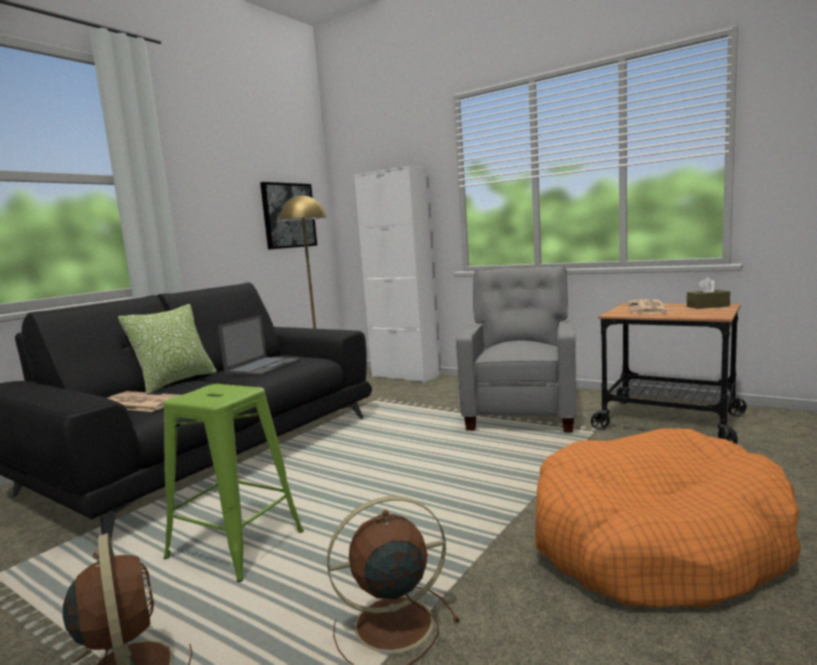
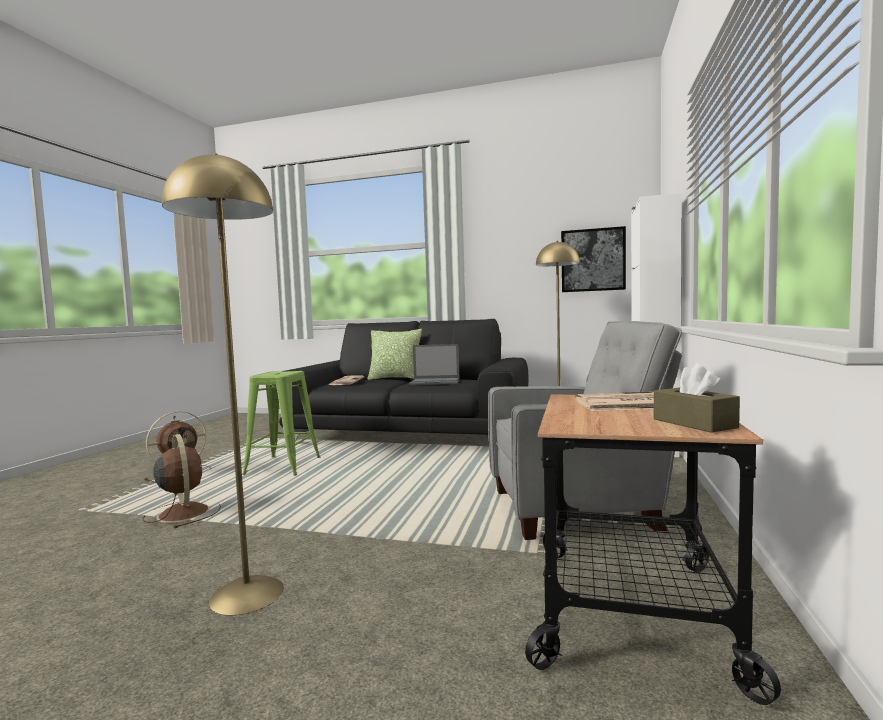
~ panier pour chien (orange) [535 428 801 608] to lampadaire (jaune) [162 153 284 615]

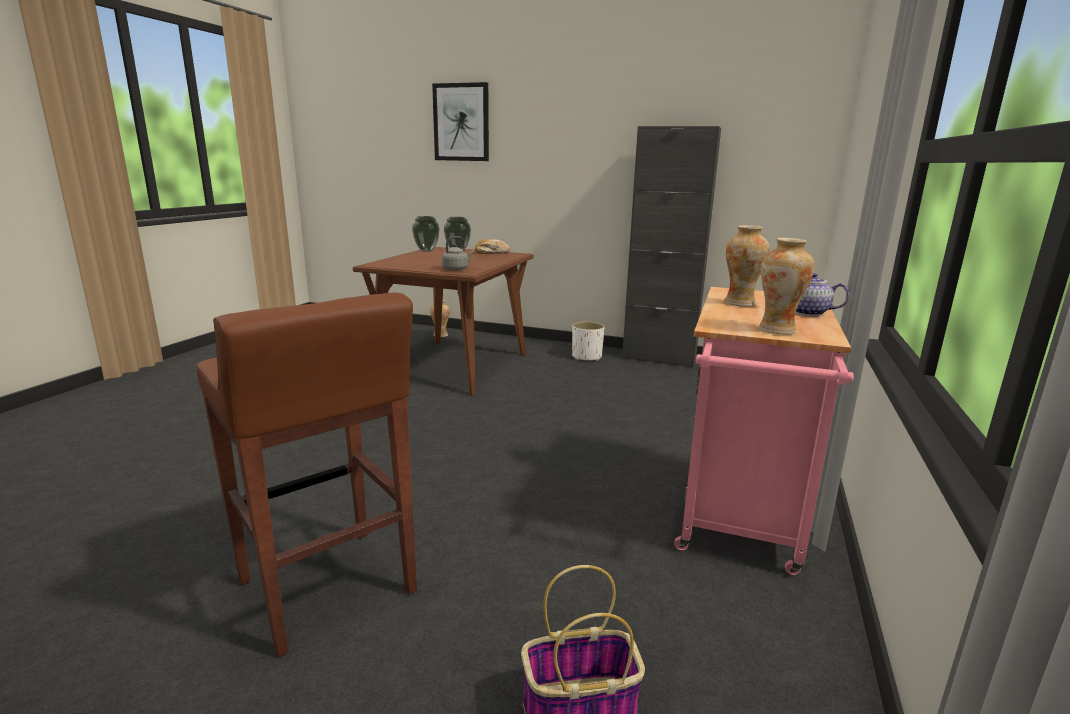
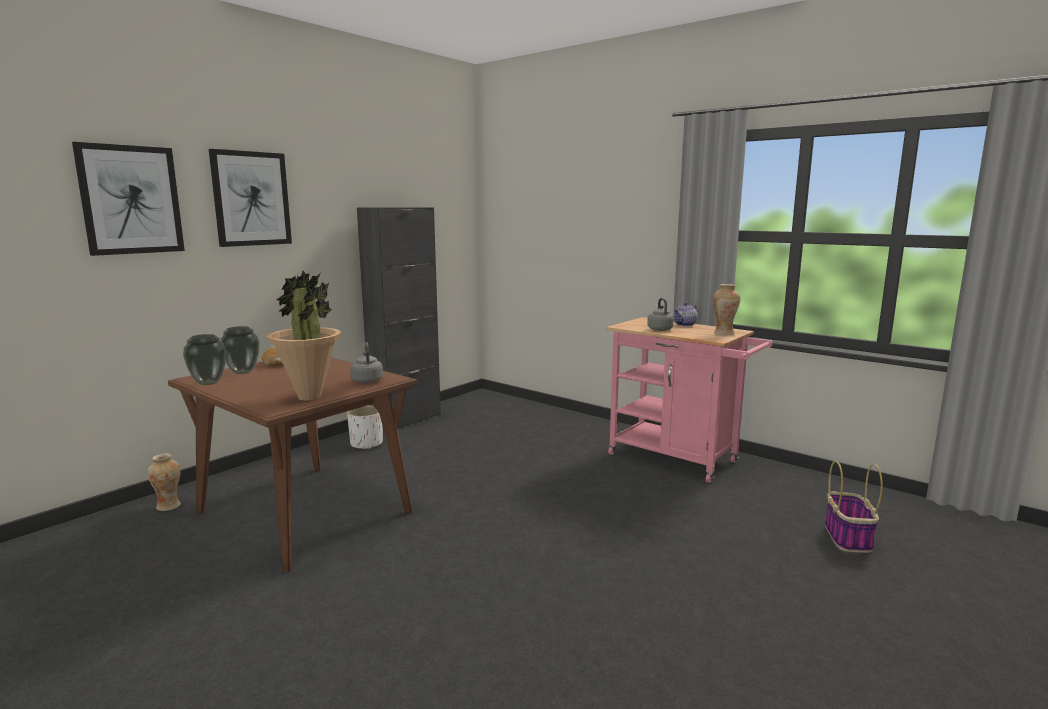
~ vase [724 225 769 307] to bouilloire (gris) [647 298 674 331]
- tabouret (marron) [196 293 417 657]
+ tableau [209 149 292 247]
+ plante en pot [267 271 341 400]

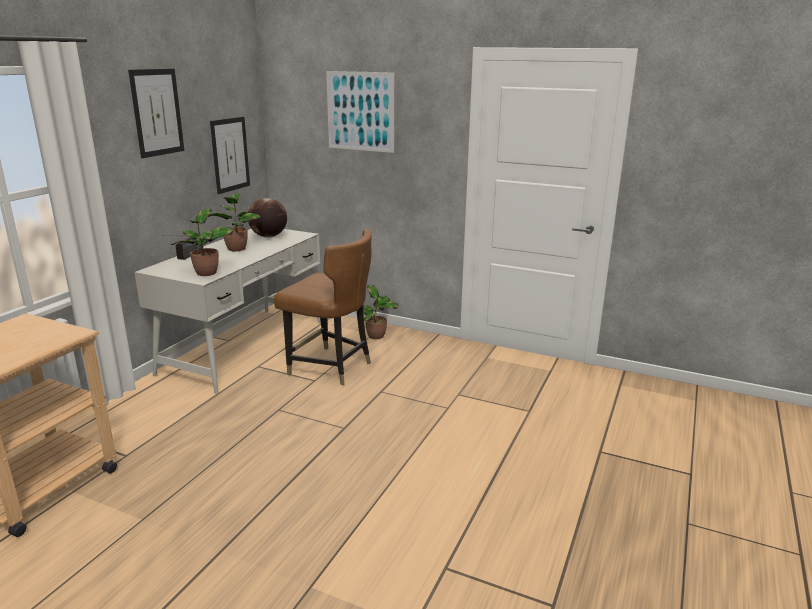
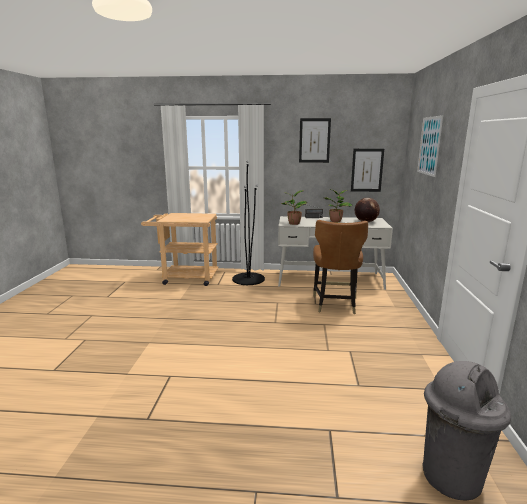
- plante en pot [363 285 399 339]
+ lampadaire (noir) [232 160 265 285]
+ poubelle (gris) [422 361 511 500]

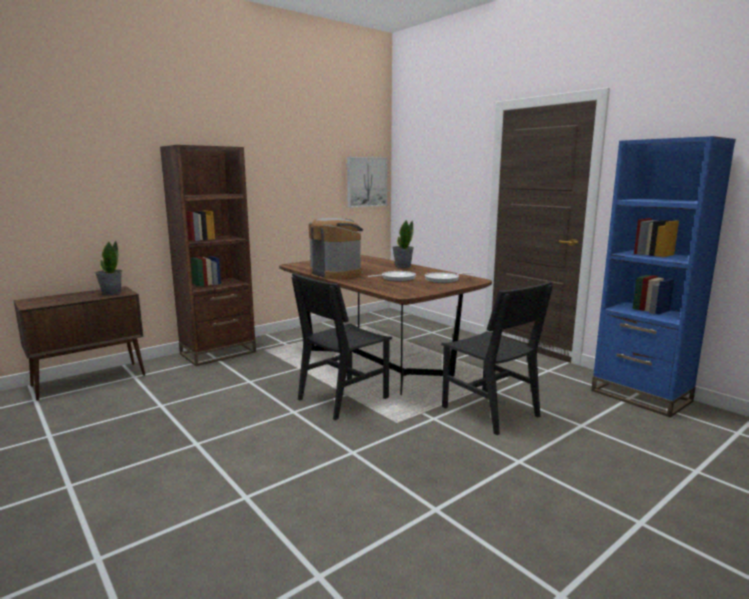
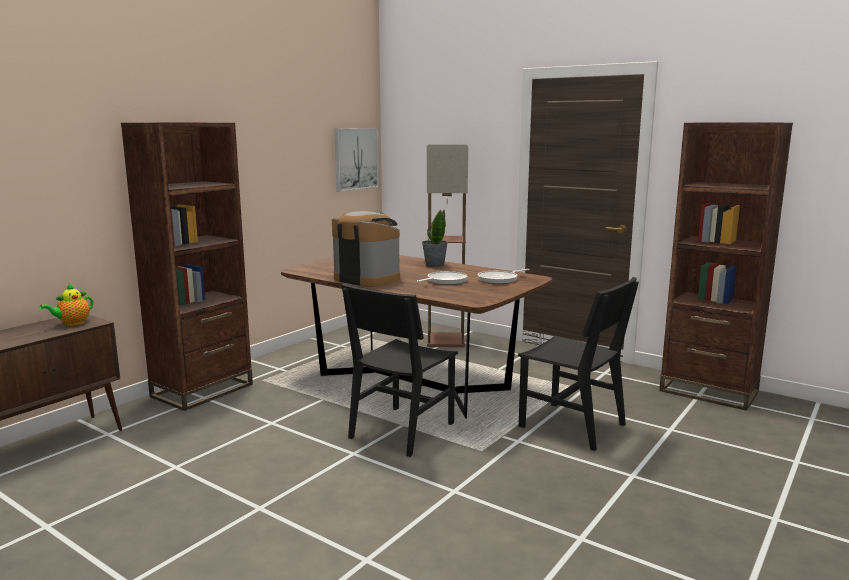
~ bibliothèque (bleu) [591 136 736 418] to bibliothèque (marron) [659 123 793 411]
~ plante en pot [95 241 122 295] to théière [39 284 93 326]
+ lampadaire [427 145 468 347]

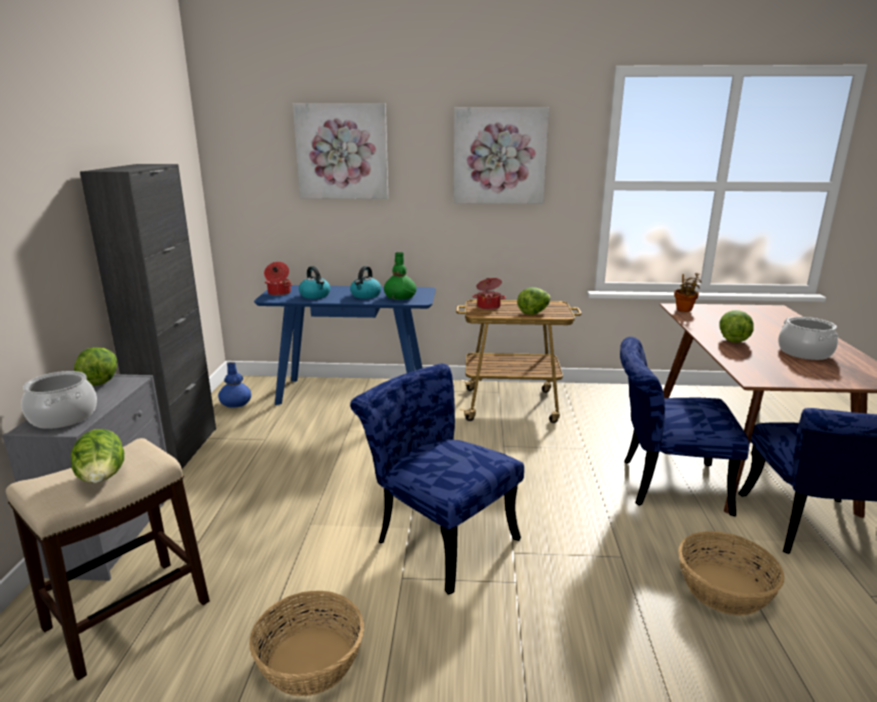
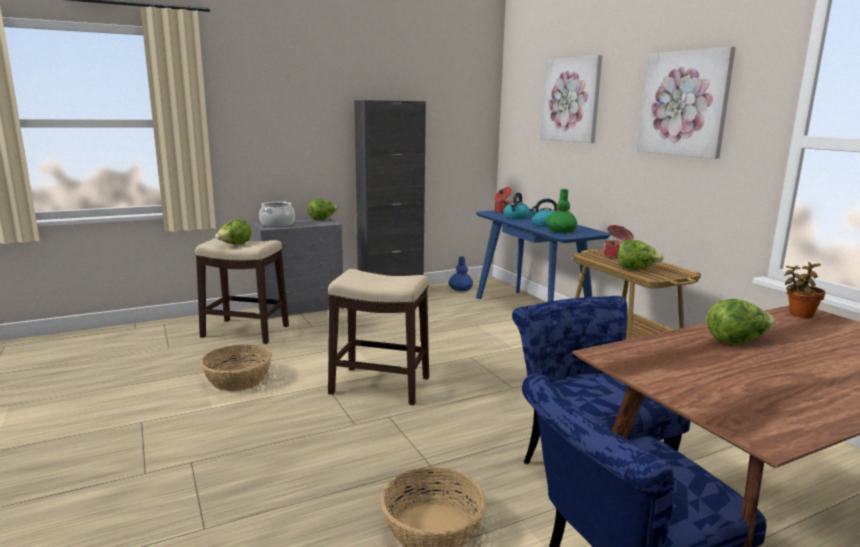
- marmite [778 317 838 360]
~ chaise (bleu) [350 364 524 595] to tabouret [328 269 429 405]

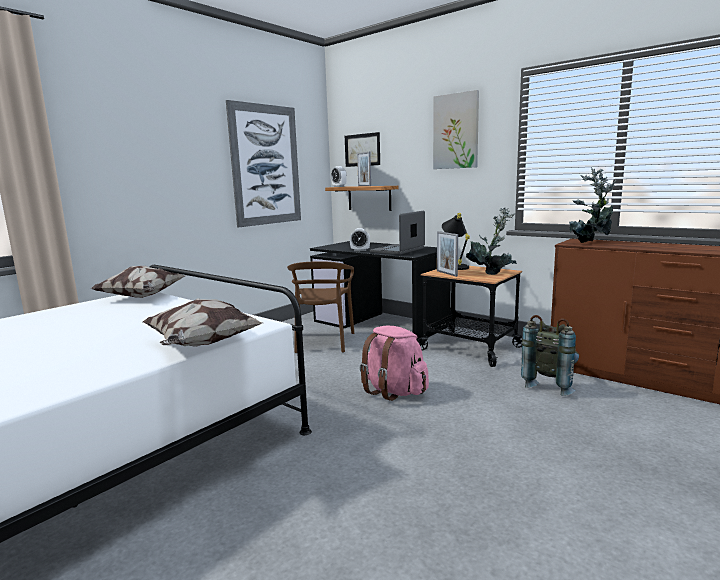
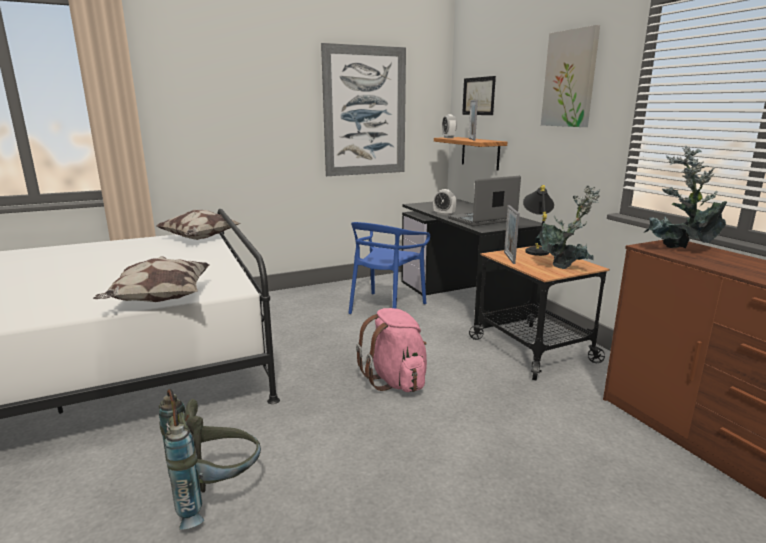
~ chaise (marron) [287 261 354 353] to chaise (bleu) [348 222 430 314]
~ sac à dos (gris) [521 315 579 396] to [159 389 261 530]

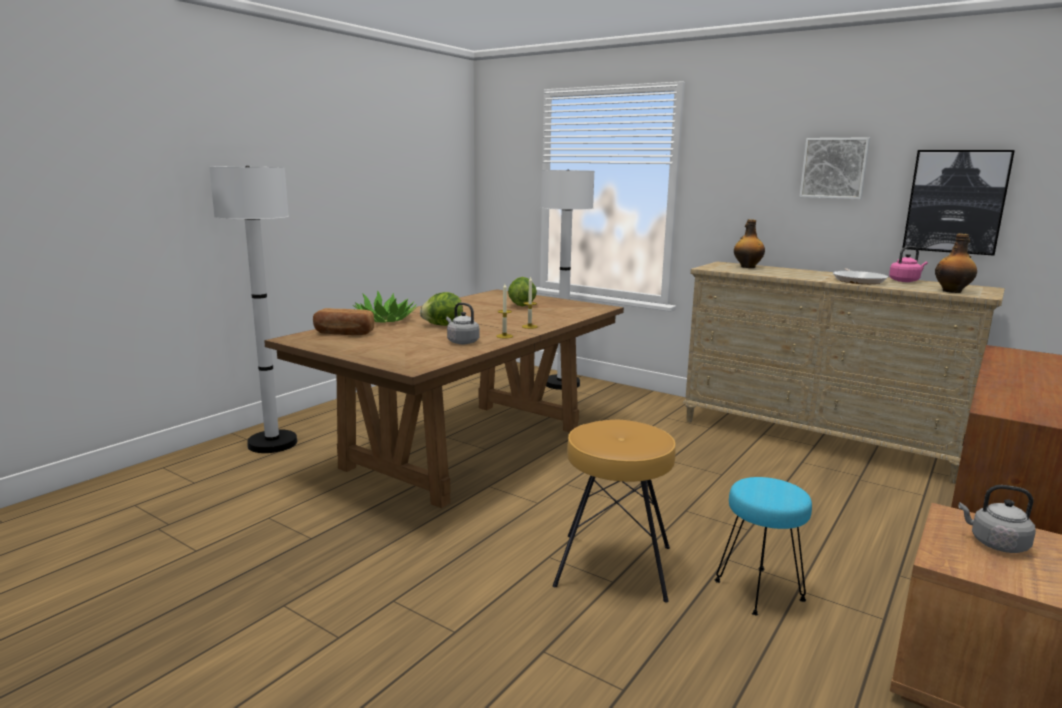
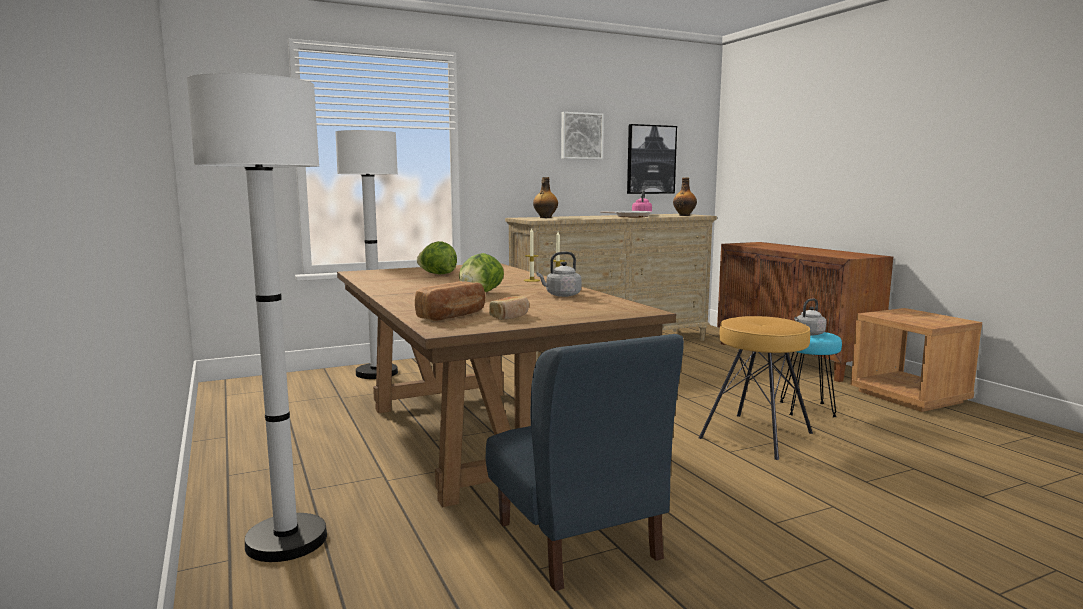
- plante en pot [353 290 417 323]
~ bouilloire (gris) [958 485 1036 553] to [794 298 827 335]
+ pain [489 296 529 320]
+ chaise (bleu) [486 334 684 591]

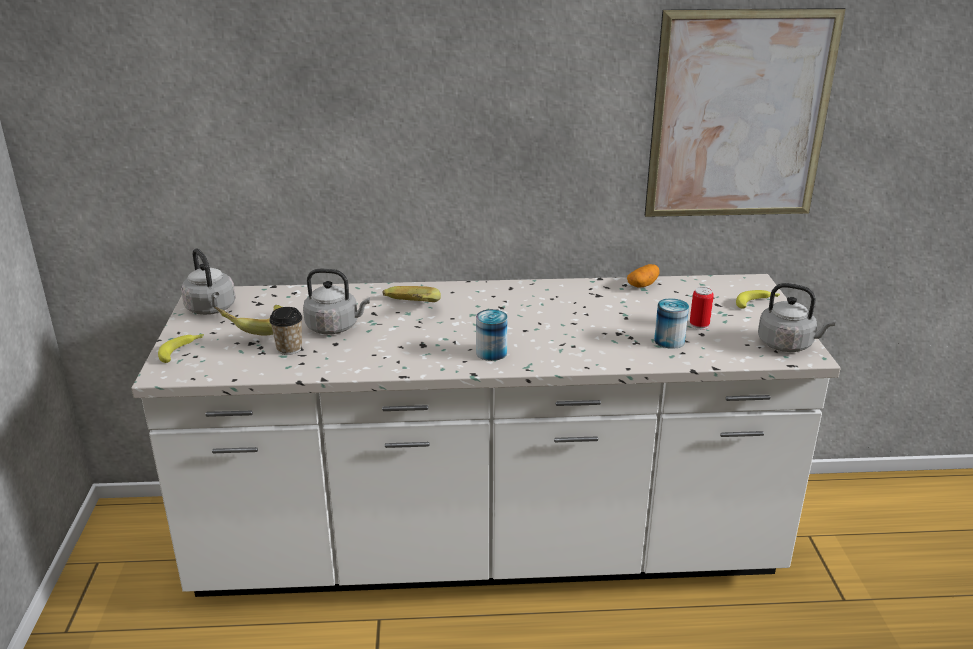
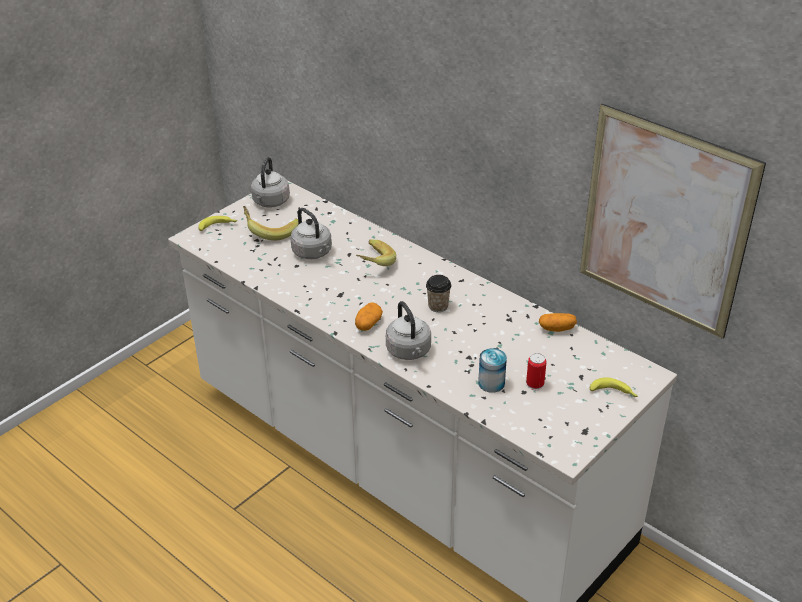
~ bouilloire (gris) [758 283 836 352] to [386 301 431 360]
~ tasse [269 307 303 355] to [426 275 452 312]
~ boîte métallique [476 309 508 361] to pomme de terre [355 302 383 331]

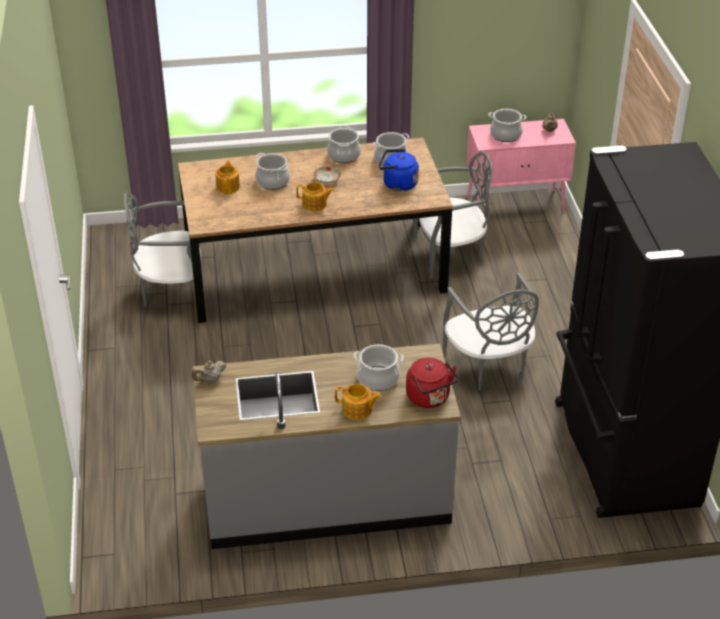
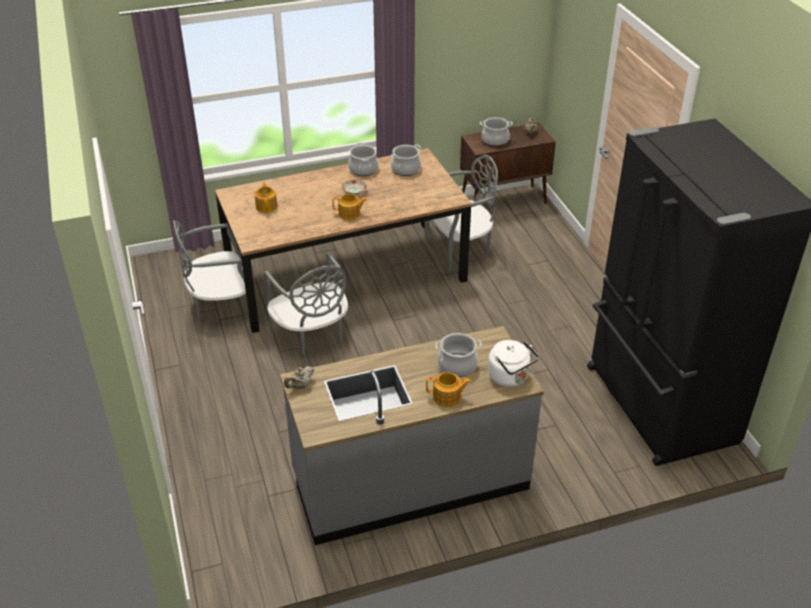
~ meuble de rangement (rose) [467 119 576 213] to meuble de rangement (marron) [460 123 556 204]
- bouilloire (bleu) [379 149 419 191]
- marmite [255 153 290 190]
~ chaise (gris) [443 273 539 390] to [264 252 348 360]
~ bouilloire (rouge) [406 358 458 408] to bouilloire (blanc) [488 340 539 387]

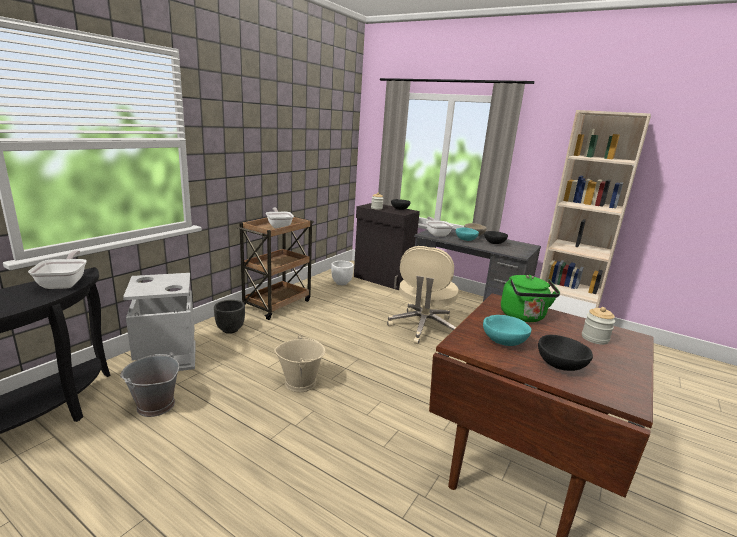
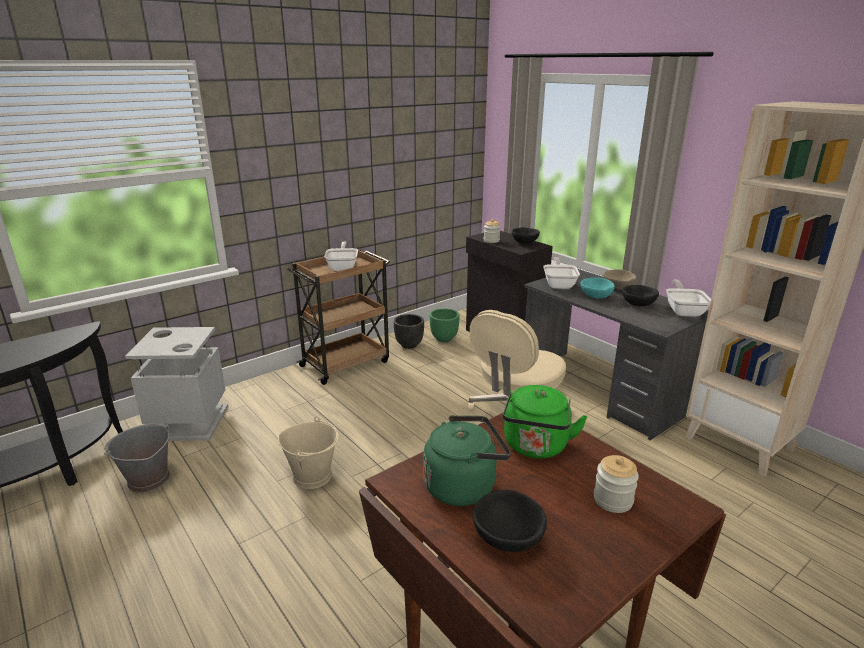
~ poêle [28 250 87 289] to [666 280 711 317]
~ cache-pot (blanc) [331 261 354 285] to cache-pot (vert) [430 308 459 342]
~ cache-pot (noir) [214 300 245 334] to [394 314 424 349]
~ bol (turquoise) [483 315 531 346] to bouilloire (vert) [423 415 511 506]

